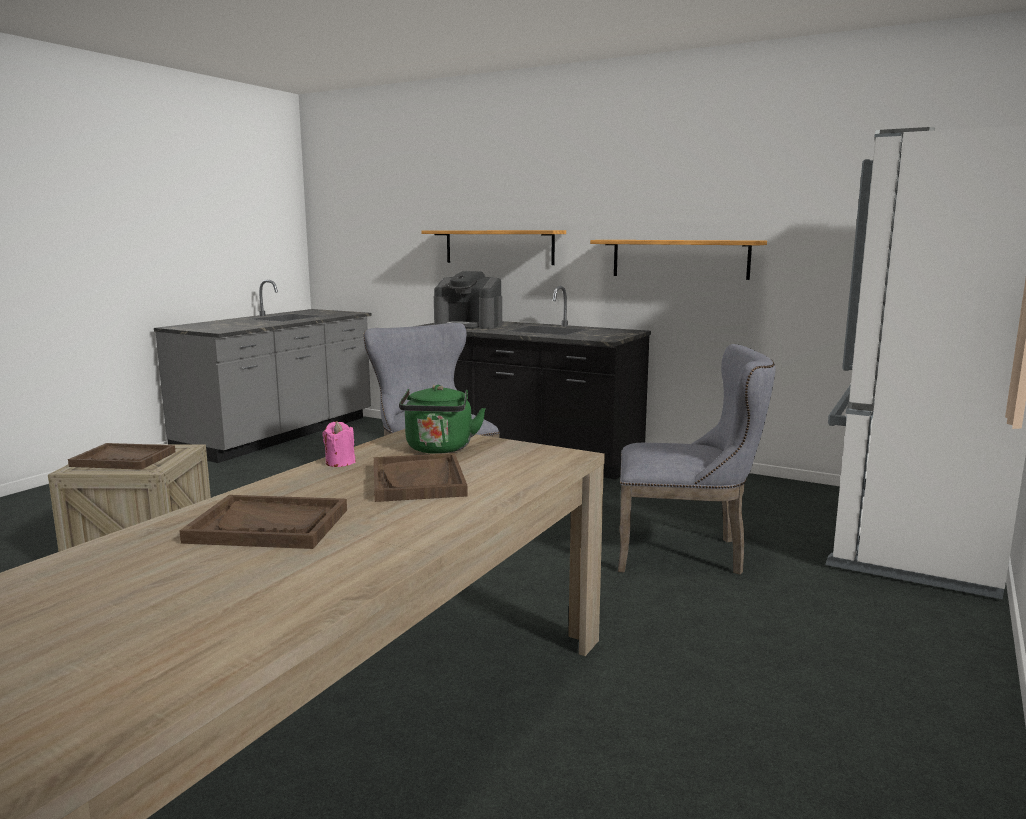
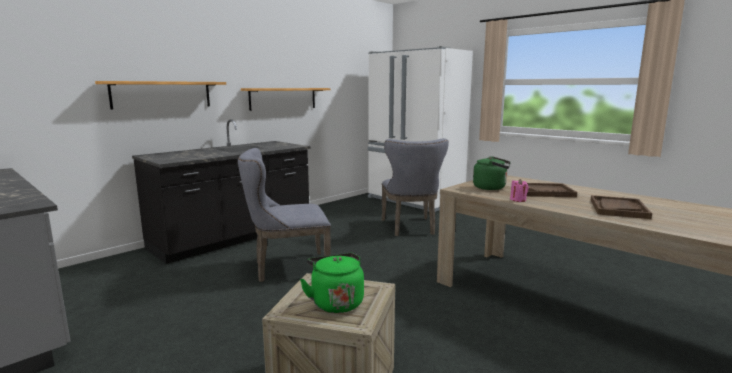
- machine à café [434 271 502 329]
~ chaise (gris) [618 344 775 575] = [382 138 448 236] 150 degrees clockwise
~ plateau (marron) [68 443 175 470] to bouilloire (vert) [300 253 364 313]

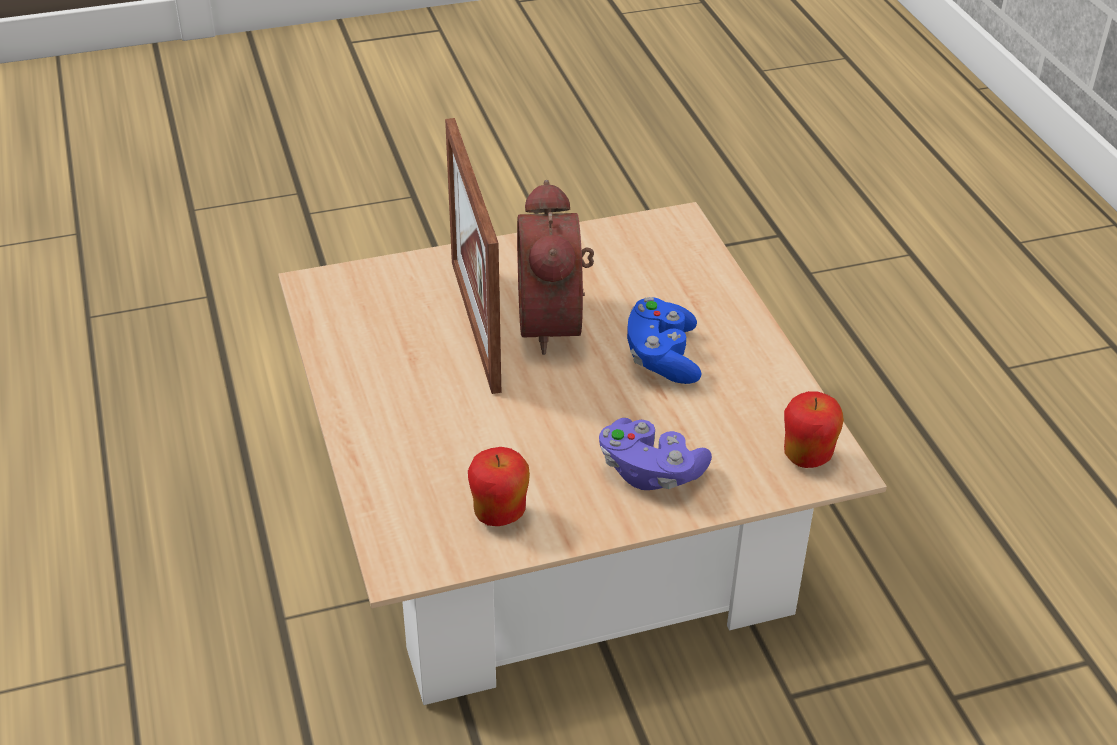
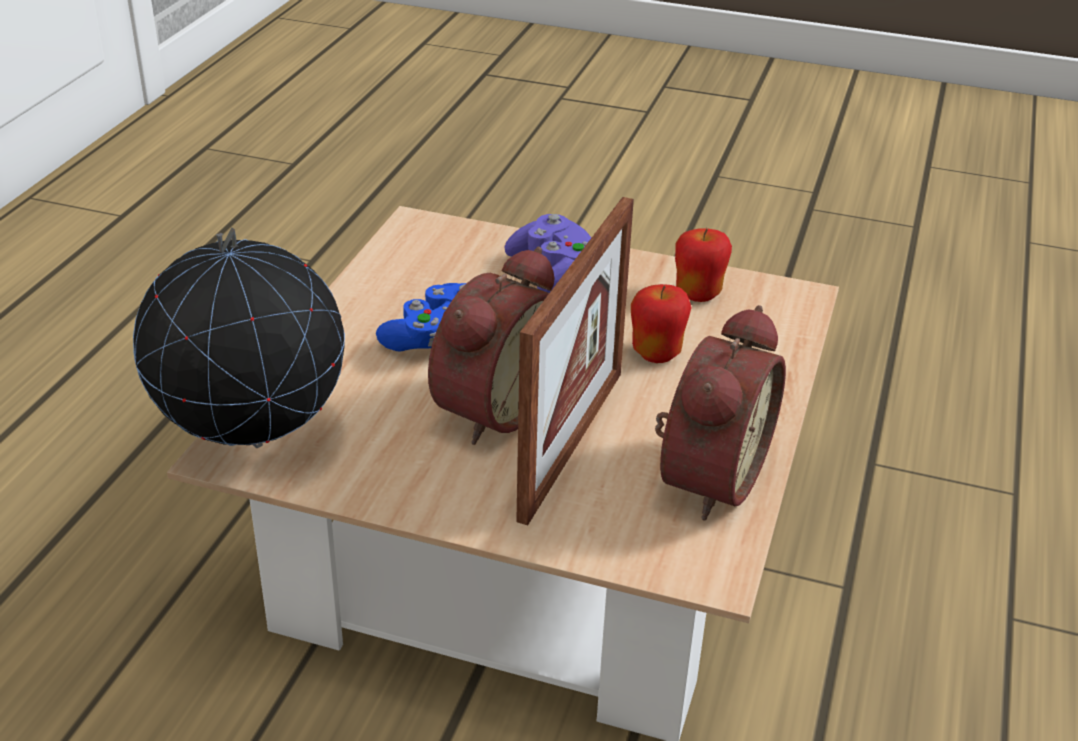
~ pomme [784 391 844 468] to [631 284 692 363]
+ globe [133 227 345 448]
+ réveil [655 305 786 521]

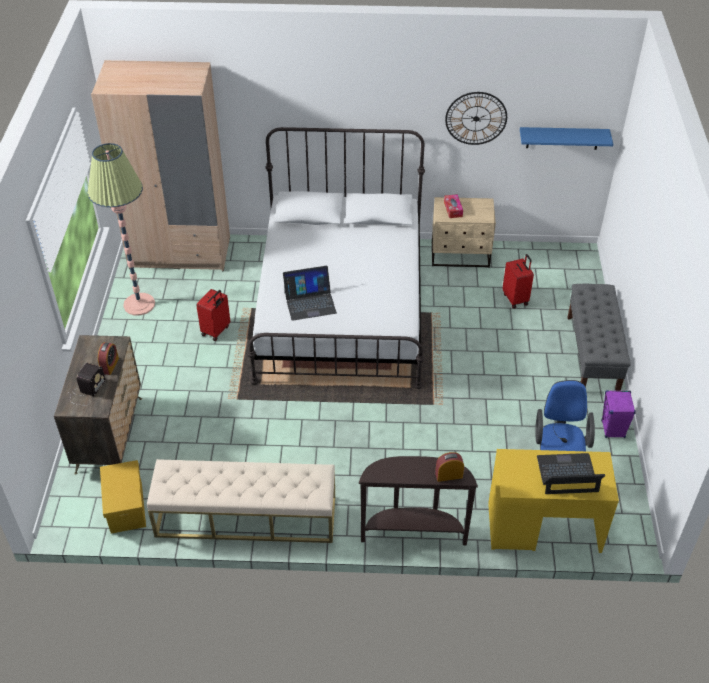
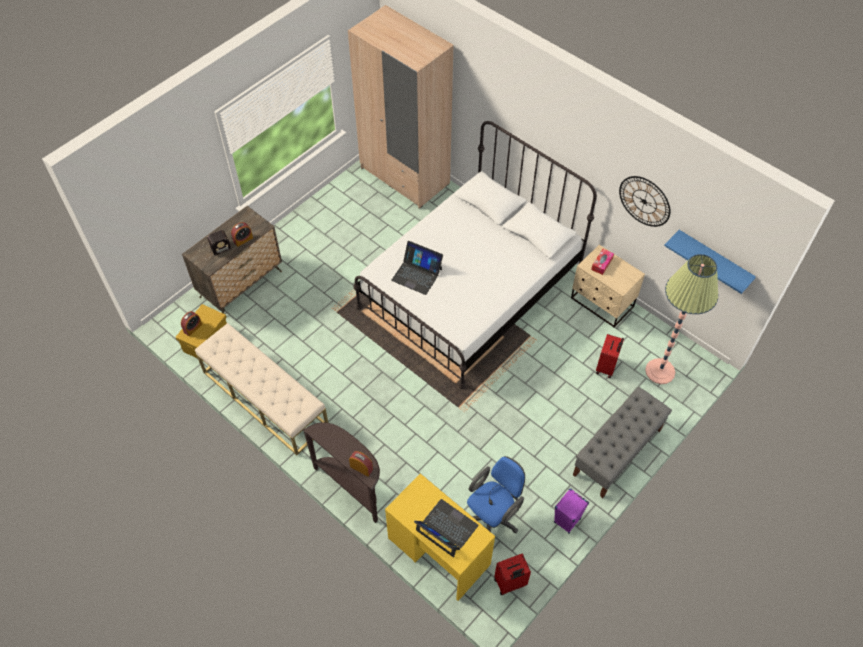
~ lampadaire [87 143 155 316] to [645 254 718 384]
~ valise (rouge) [196 289 230 341] to [494 554 531 595]
+ réveil [181 311 202 336]

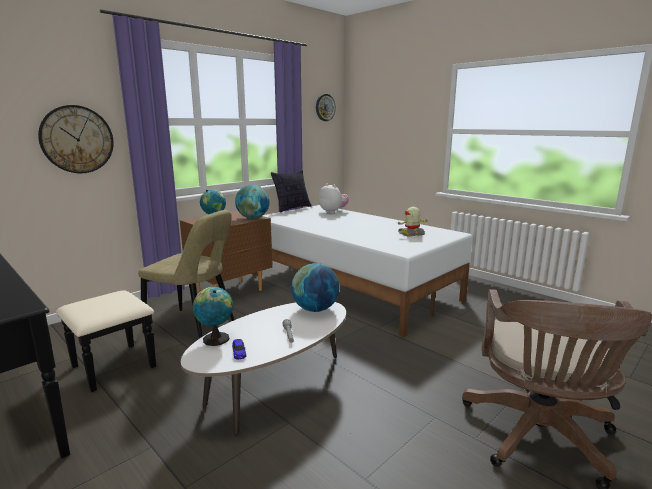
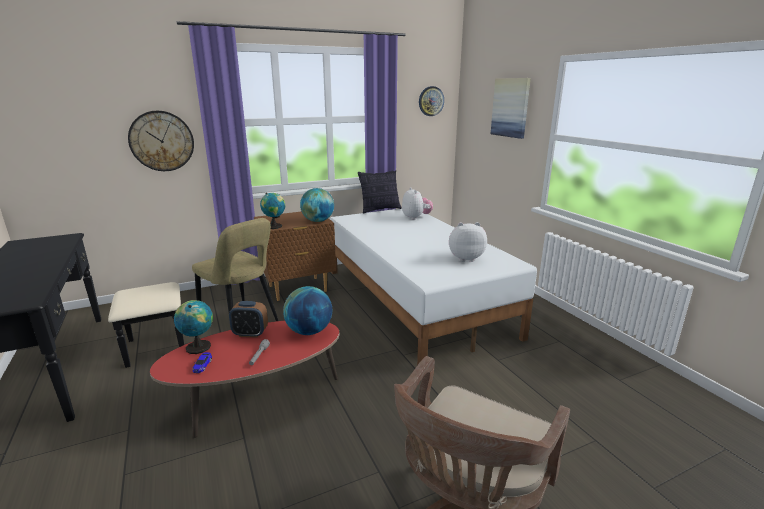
~ robot jouet [397 207 428 237] to peluche [449 222 487 262]
~ table basse (blanc) [181 302 346 435] to table basse (rouge) [150 321 339 438]
+ tableau [491 78 531 139]
+ réveil [229 301 268 338]

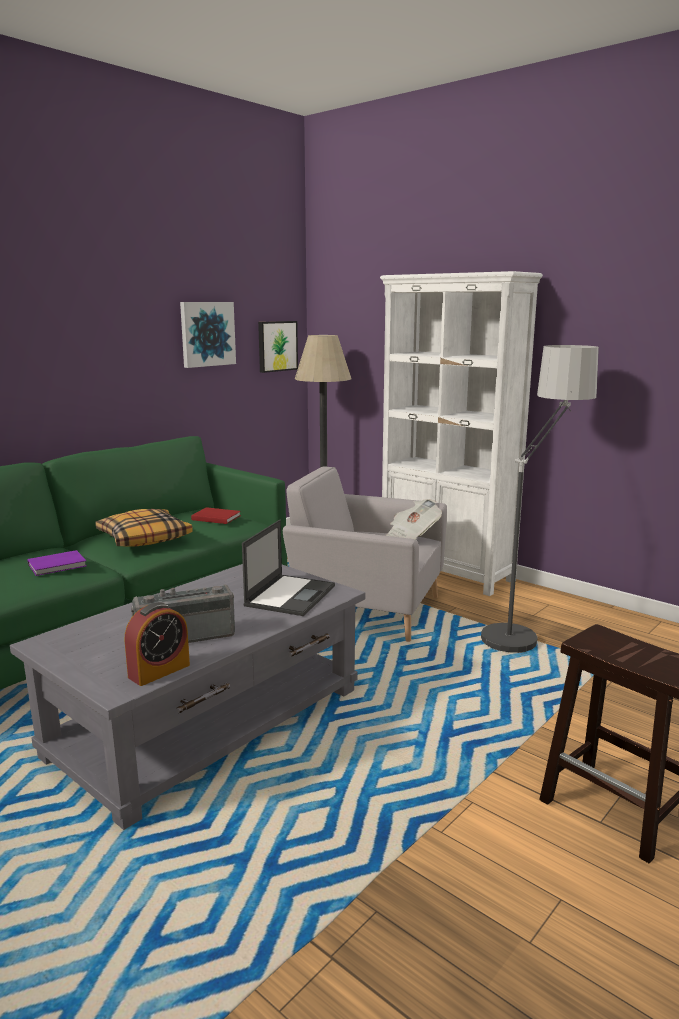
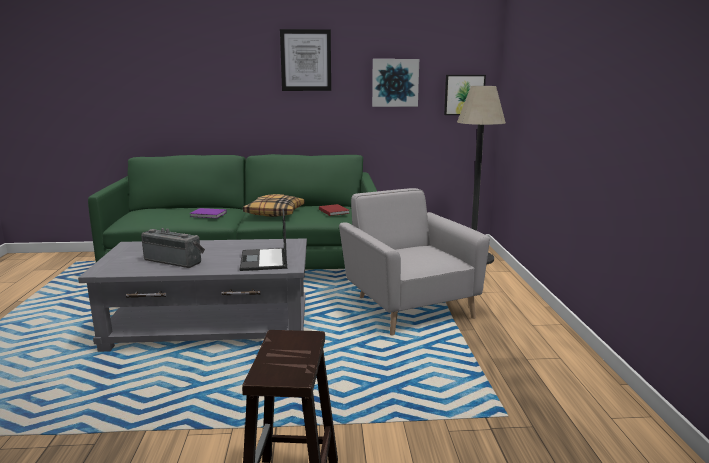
- bibliothèque (blanc) [380 271 543 596]
- lampadaire [481 345 599 653]
- journal [386 499 442 540]
~ ordinateur portable [242 520 335 616] = [240 208 287 271] 105 degrees clockwise
- réveil [125 602 190 686]
+ tableau [280 29 331 91]

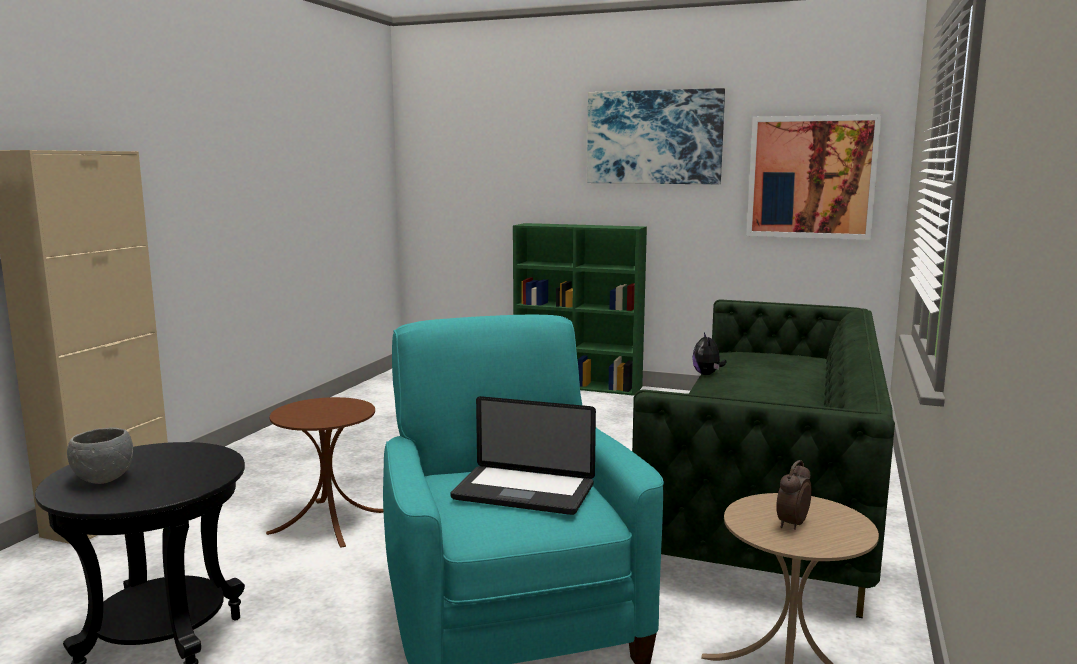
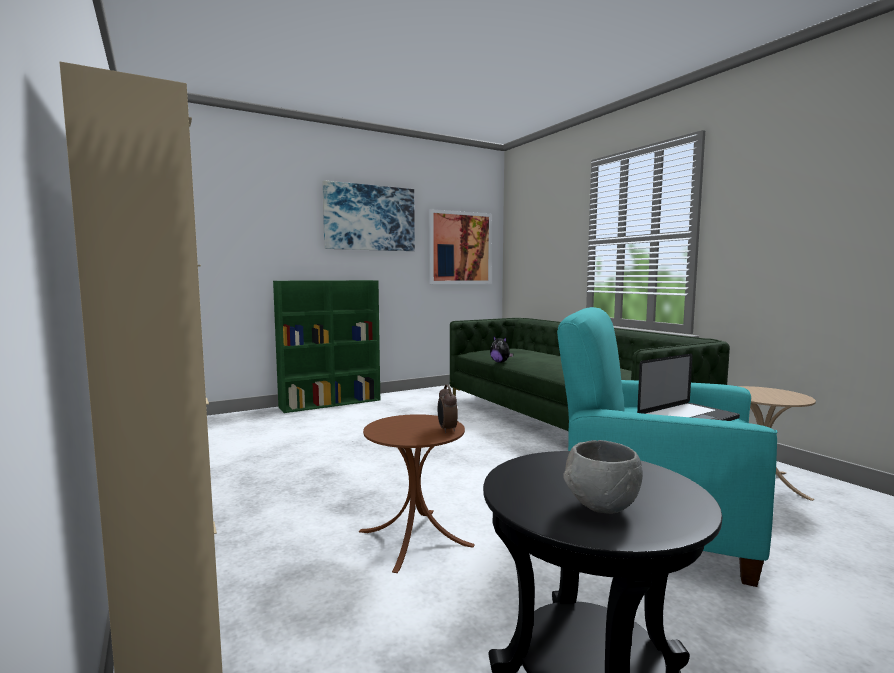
~ réveil [776 460 812 530] to [438 384 458 433]

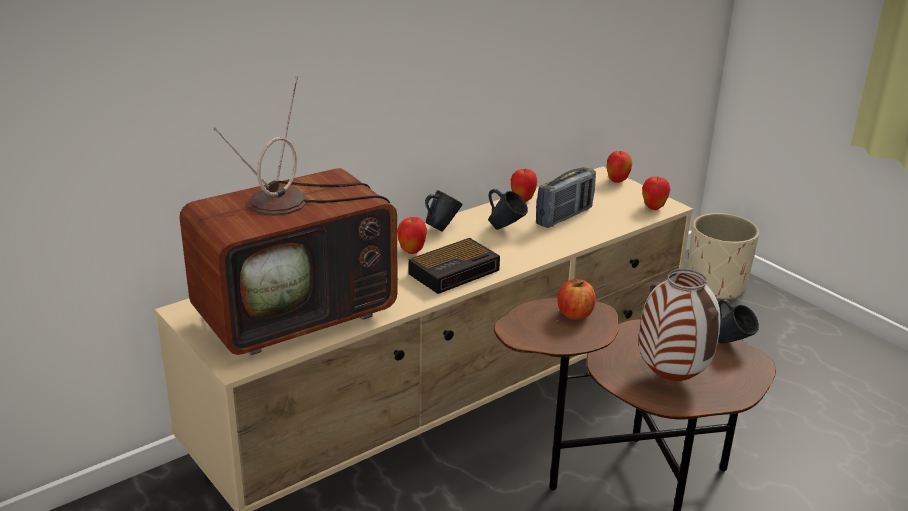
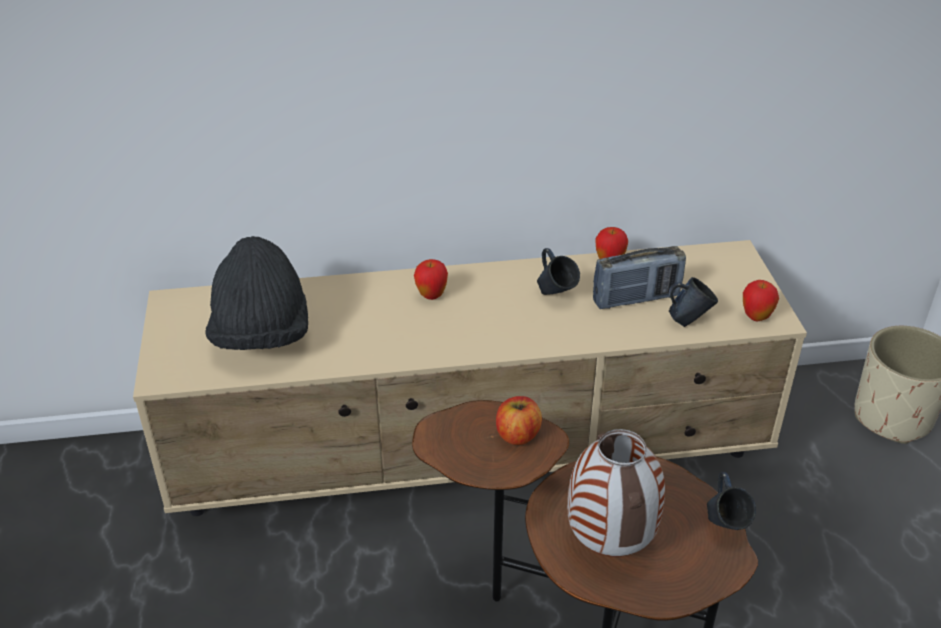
~ téléviseur [180 76 398 355] to chapeau (noir) [205 236 308 350]
- pomme [607 150 632 183]
~ mug (bleu) [425 190 462 231] to [669 277 718 327]
- réveil [408 238 500 294]

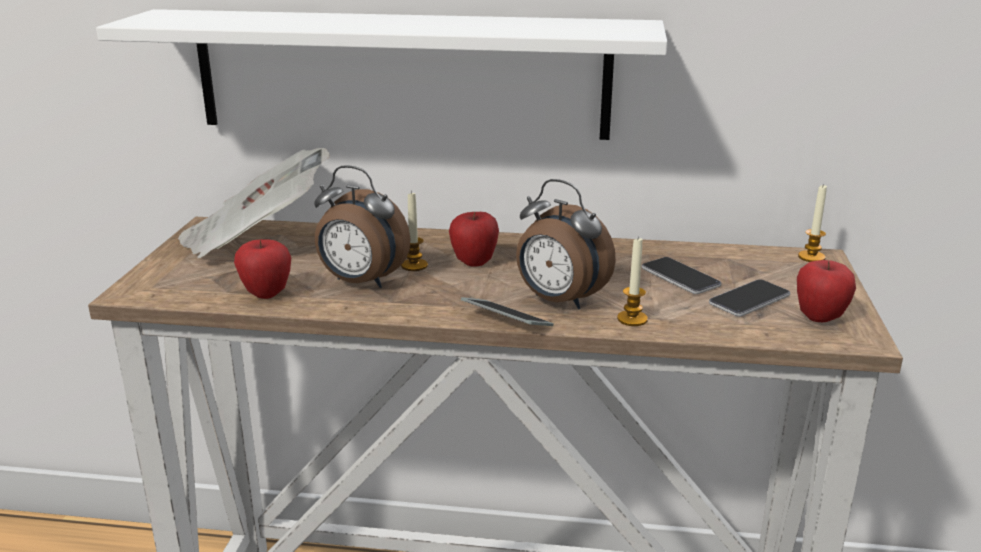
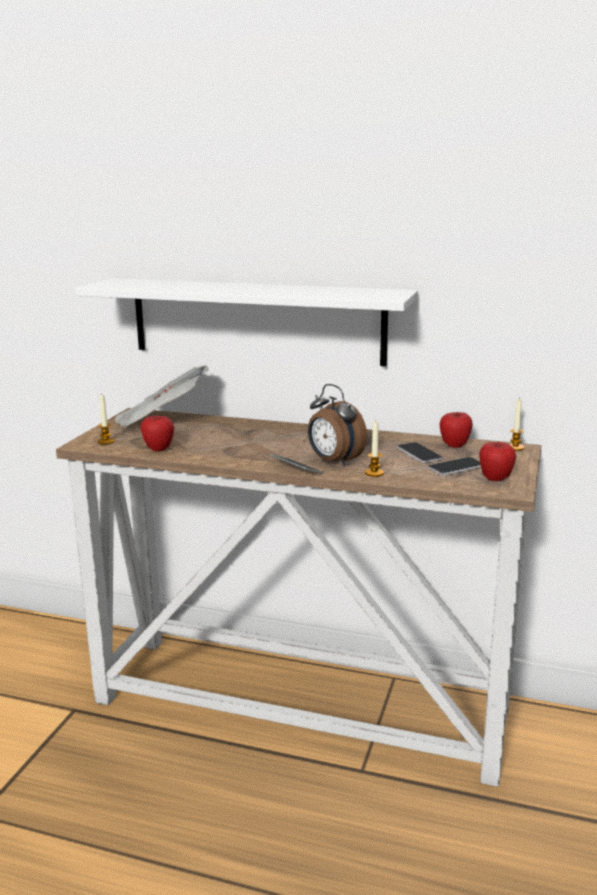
- réveil [314 165 410 288]
~ bougie [401 191 428 271] to [97 395 115 445]
~ pomme [449 212 499 267] to [439 411 473 448]

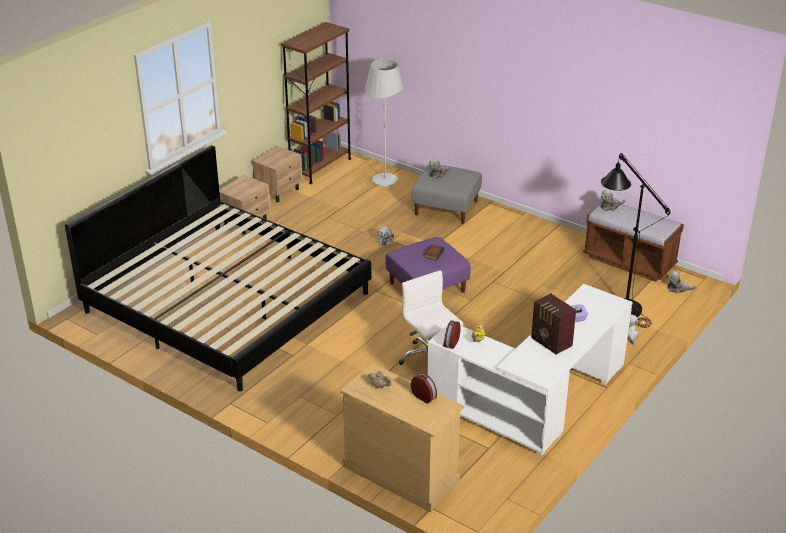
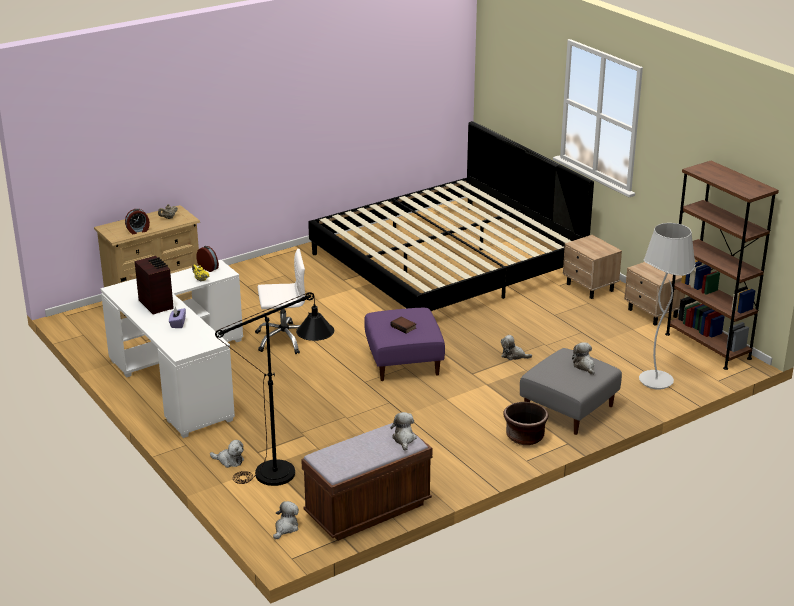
~ radio [531 293 576 355] = [135 256 174 314] 75 degrees clockwise
+ cache-pot (marron) [503 402 549 445]

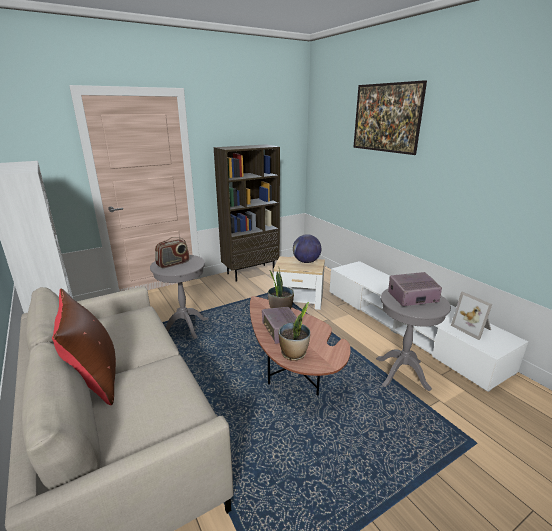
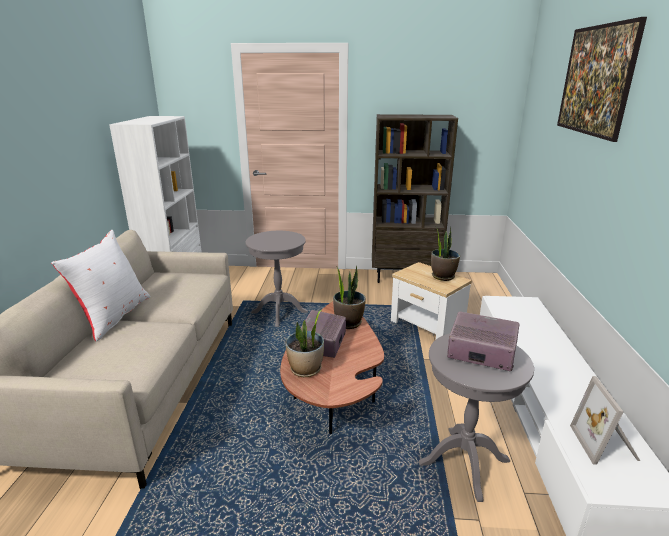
~ globe [293 234 321 263] to plante en pot [431 226 460 281]
- radio [155 237 190 268]
~ coussin (marron) [52 288 116 405] to coussin (blanc) [51 230 150 342]

